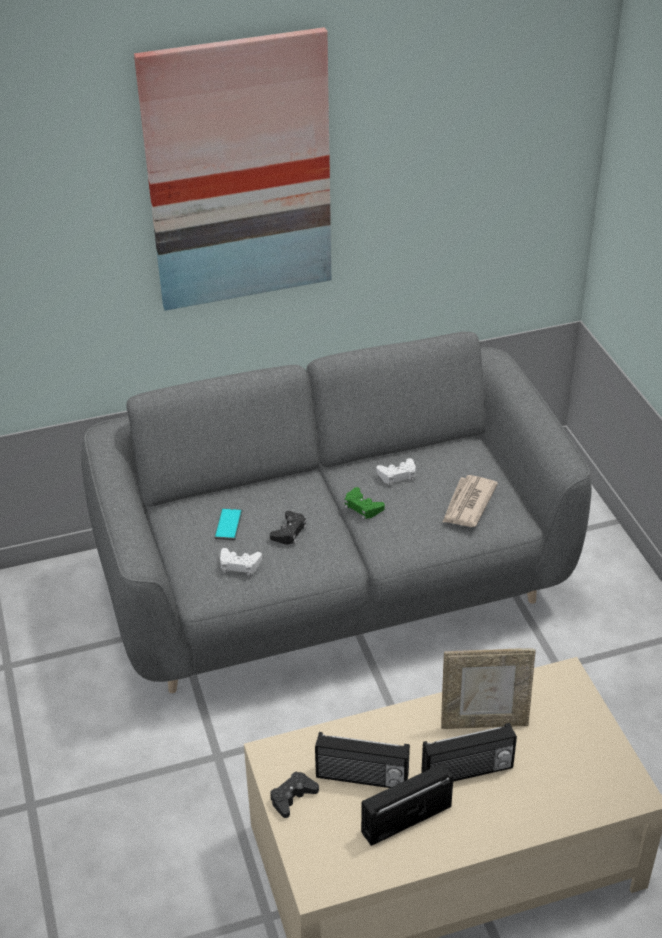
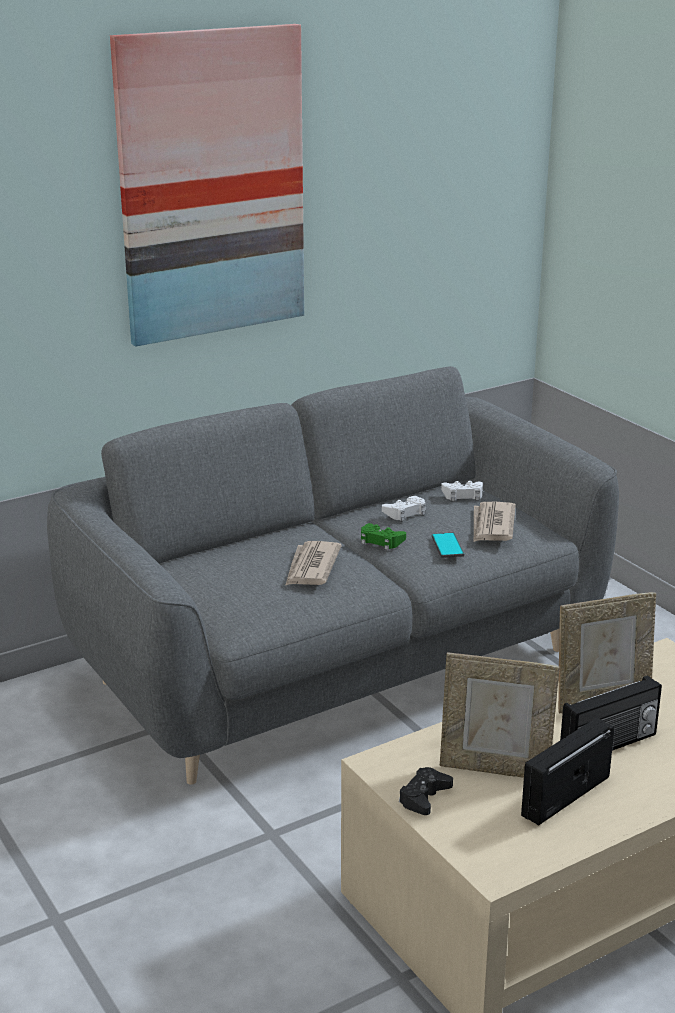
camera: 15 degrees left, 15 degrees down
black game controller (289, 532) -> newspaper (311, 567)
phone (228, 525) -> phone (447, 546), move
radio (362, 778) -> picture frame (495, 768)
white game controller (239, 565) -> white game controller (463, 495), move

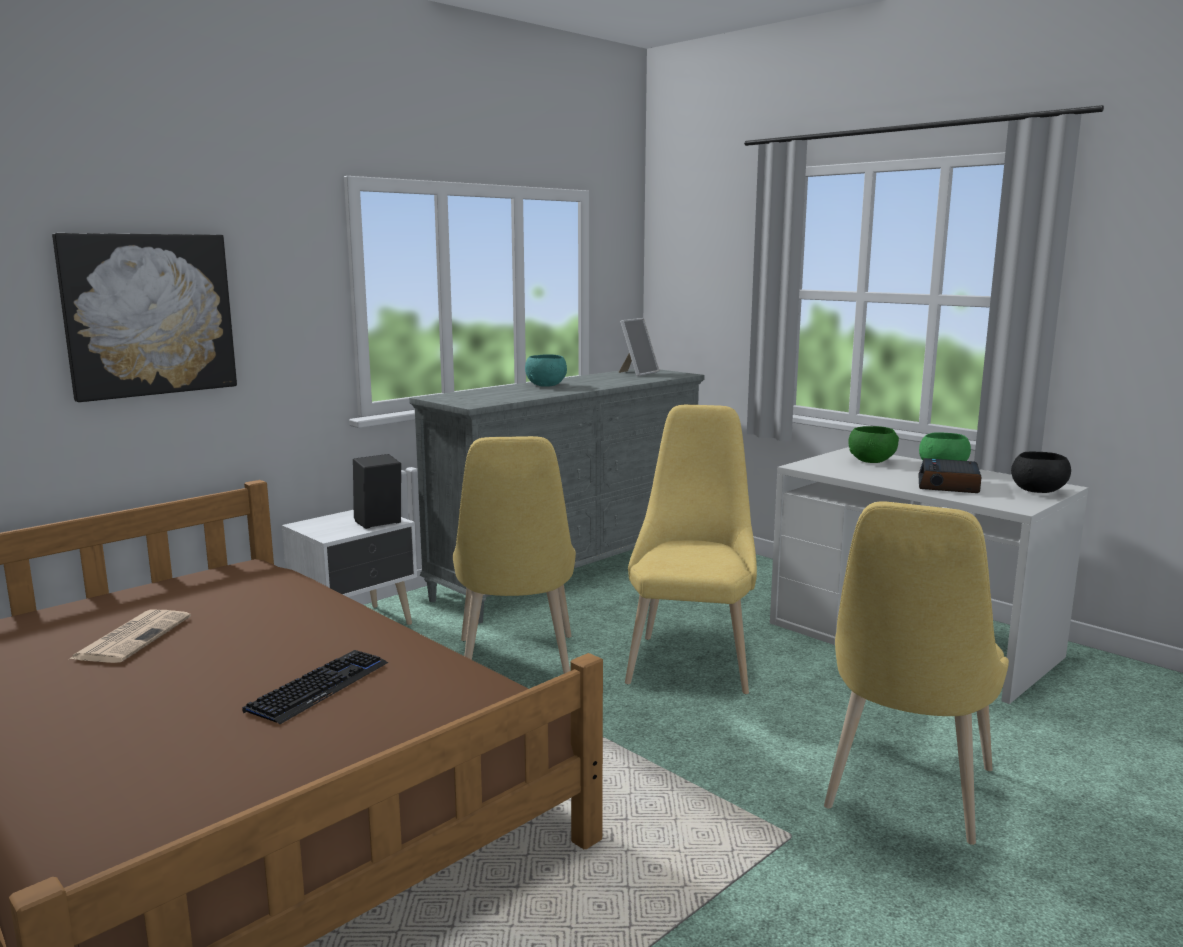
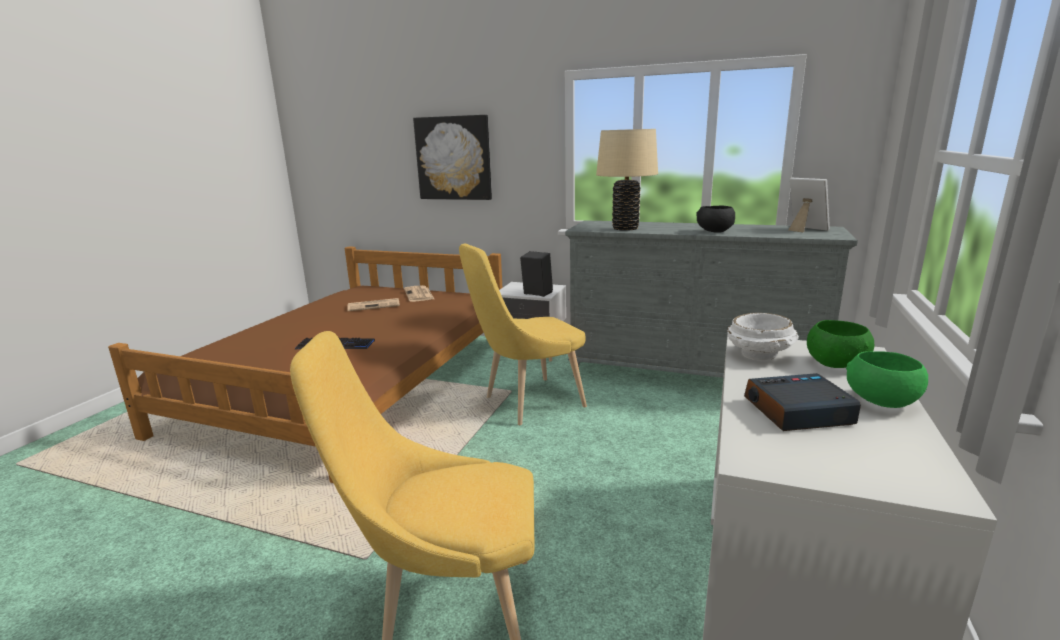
camera: 65 degrees right, 5 degrees up
none -> newspaper (419, 294)
none -> beige table lamp (625, 228)
black bowl (1038, 492) -> black bowl (714, 232), move
none -> white bowl (759, 355)
picture frame (637, 373) -> picture frame (804, 229), 135 degrees counterclockwise
turquoise bowl (546, 385) -> none
yellow chair (691, 660) -> none

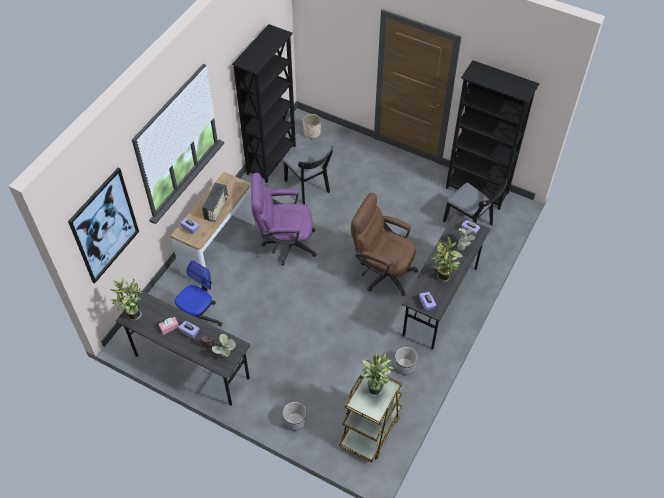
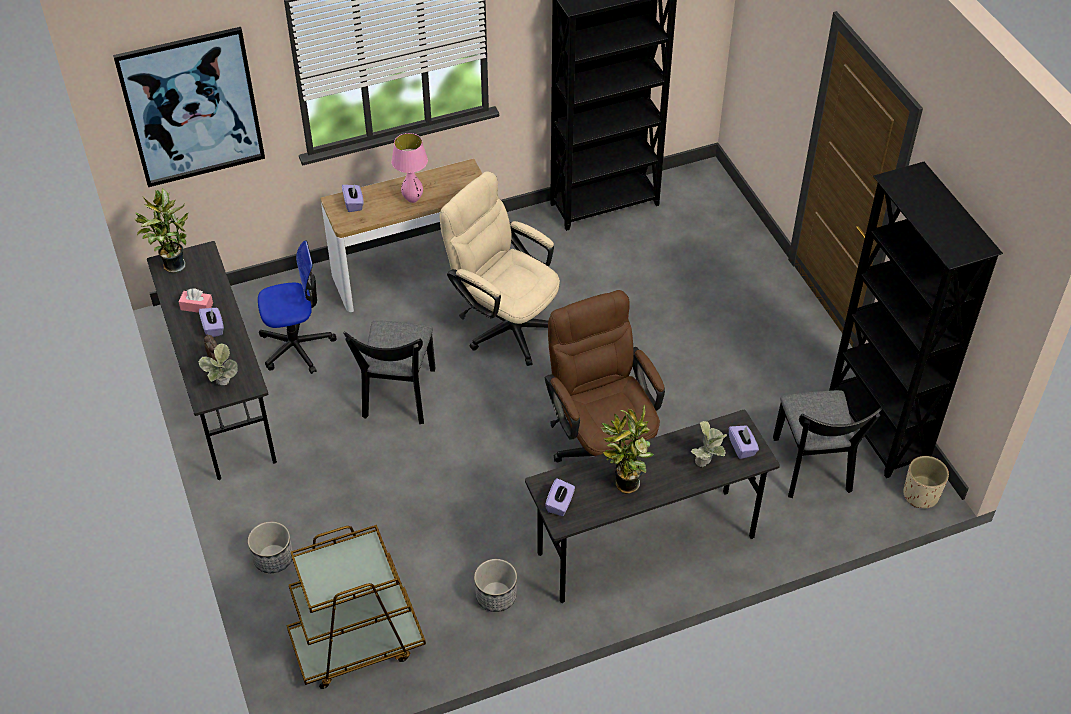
camera: 40 degrees right, 5 degrees down
black chair (308, 188) -> black chair (398, 398), move
radio (216, 209) -> pink table lamp (412, 199)
purple office chair (284, 244) -> beige office chair (505, 324)
beige planter (312, 133) -> beige planter (921, 495), move
potted plant (375, 388) -> none

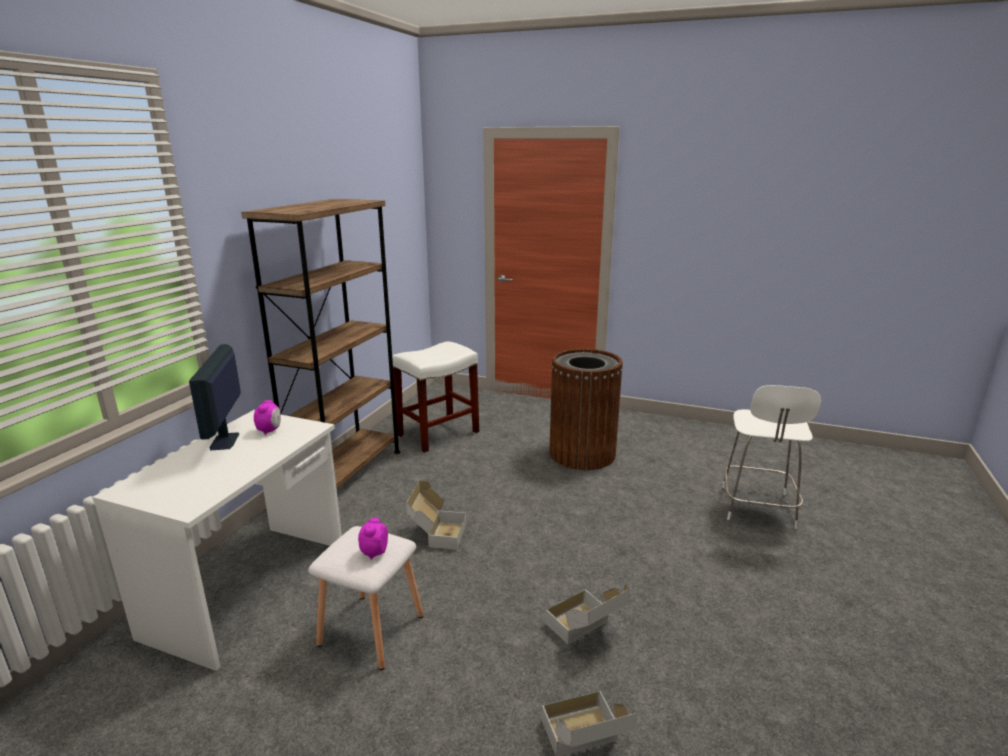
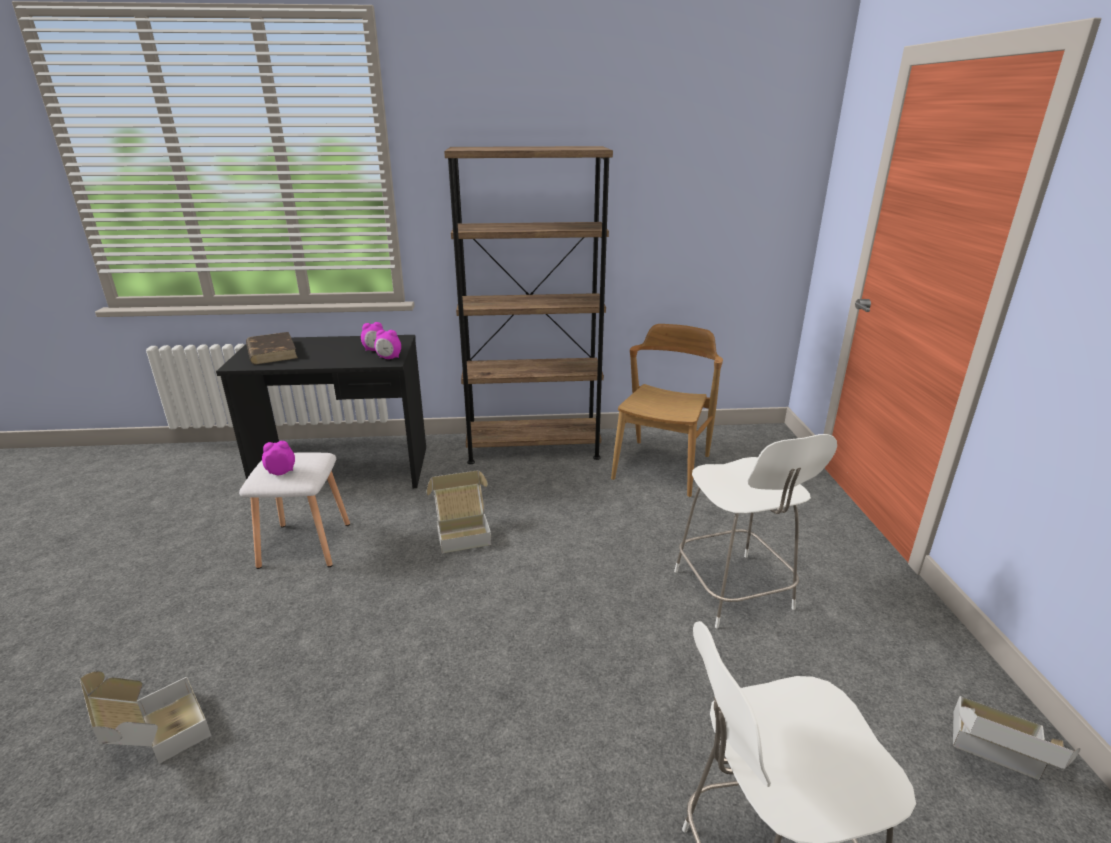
camera: 65 degrees right, 5 degrees up
white desk (251, 588) -> black desk (343, 470)
none -> brown book (271, 352)
none -> alarm clock (389, 358)
white stool (438, 433) -> brown chair (662, 467)
brown trash can (582, 454) -> white chair (734, 592)
cardboard box (586, 631) -> cardboard box (994, 759), move
monitor (224, 441) -> none

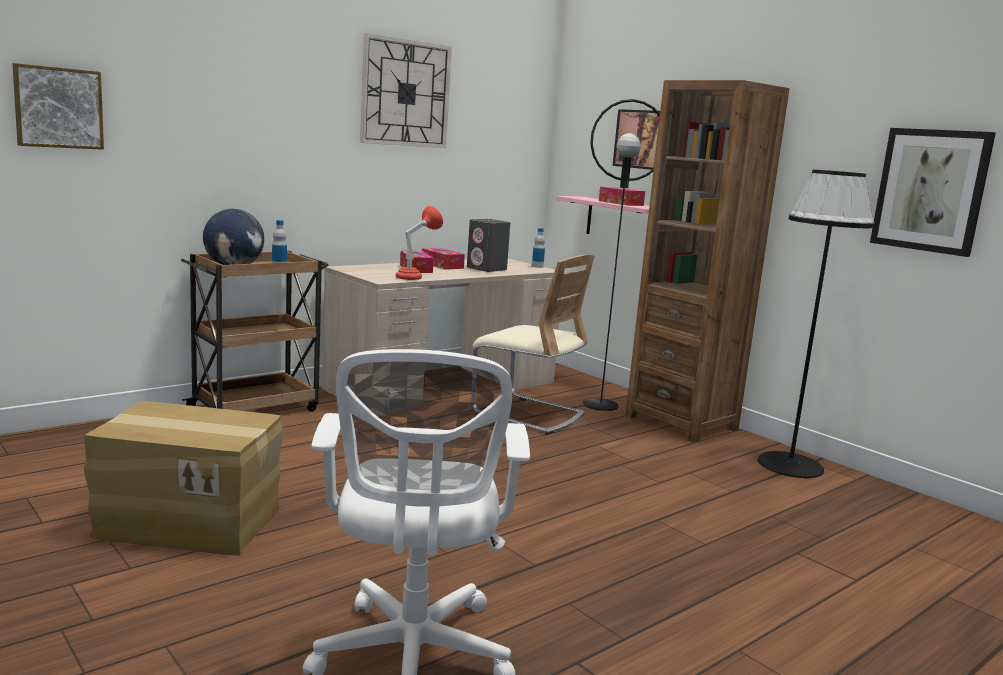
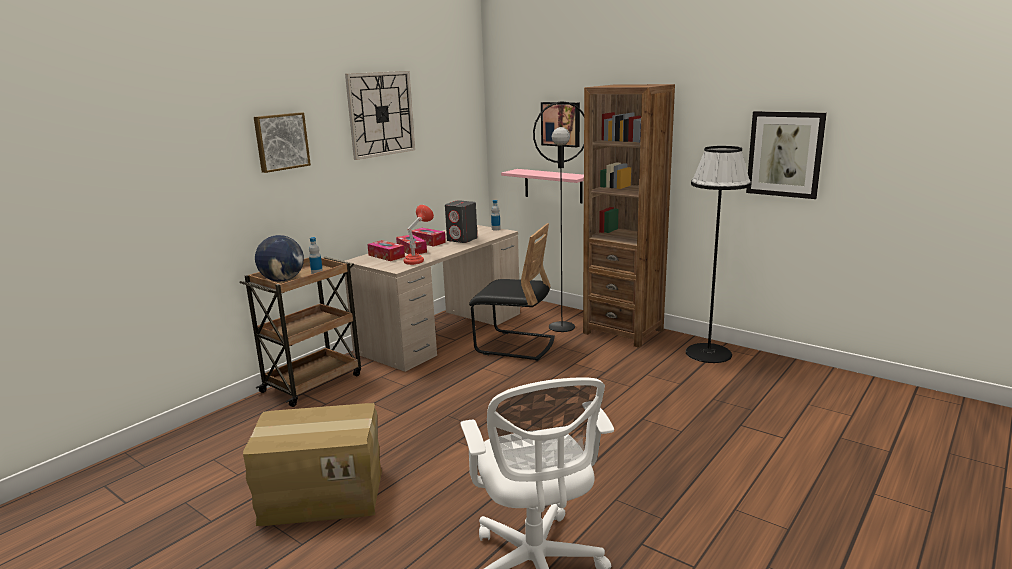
camera: 10 degrees left, 5 degrees up
picture (58, 107) -> picture (281, 141), move
tissue box (620, 203) -> tissue box (386, 256), move
beige chair (528, 414) -> black chair (515, 345)

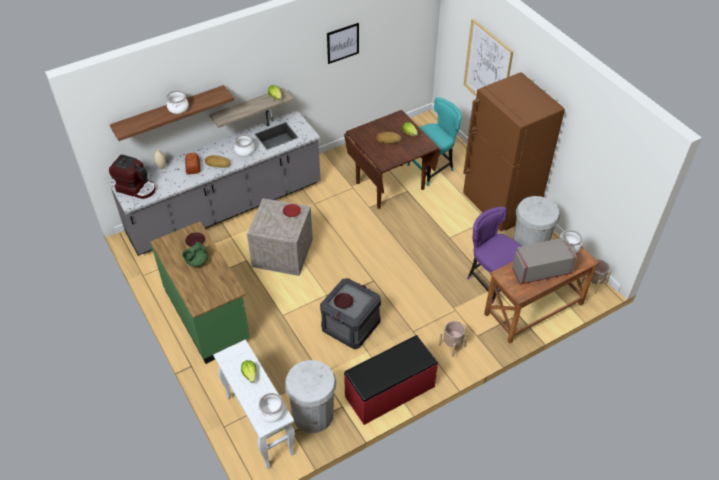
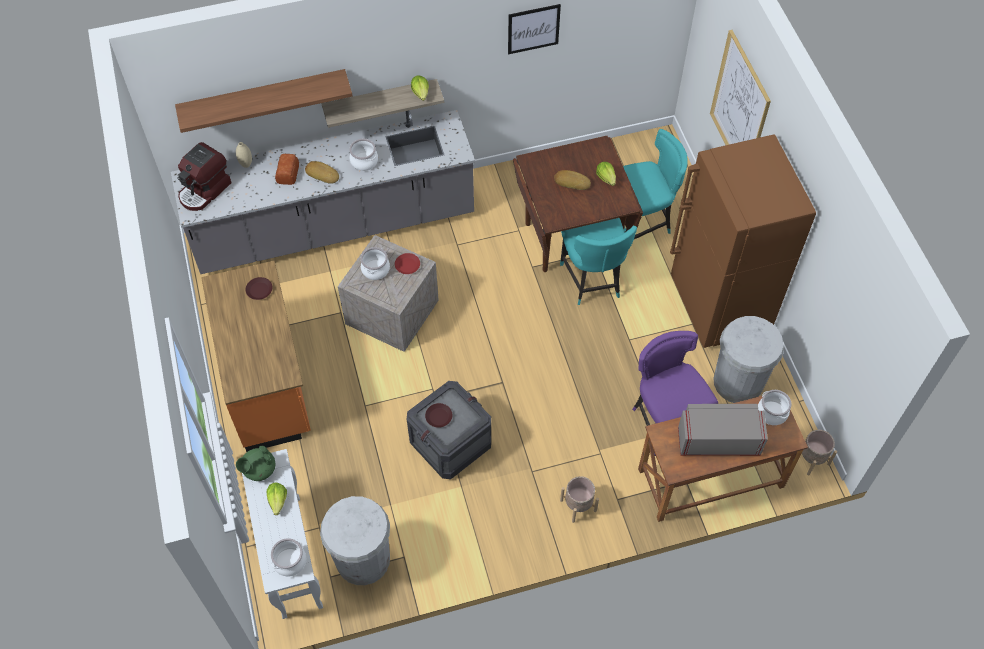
camera: 15 degrees right, 10 degrees up
coffee machine (136, 188) -> coffee machine (205, 191), 90 degrees clockwise
green counter (208, 315) -> orange counter (268, 383)
green teapot (196, 262) -> green teapot (259, 469), move
cooking pot (178, 108) -> cooking pot (376, 269), move
none -> turquoise chair (592, 281)
red bench (390, 392) -> none

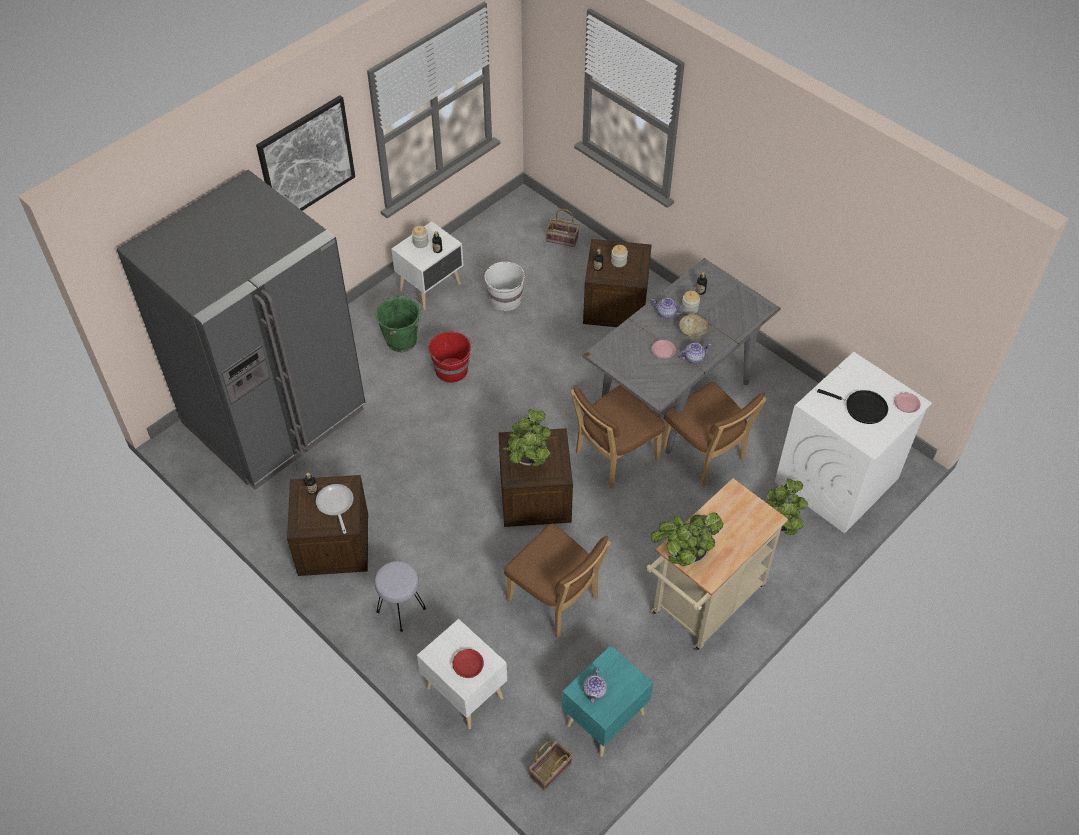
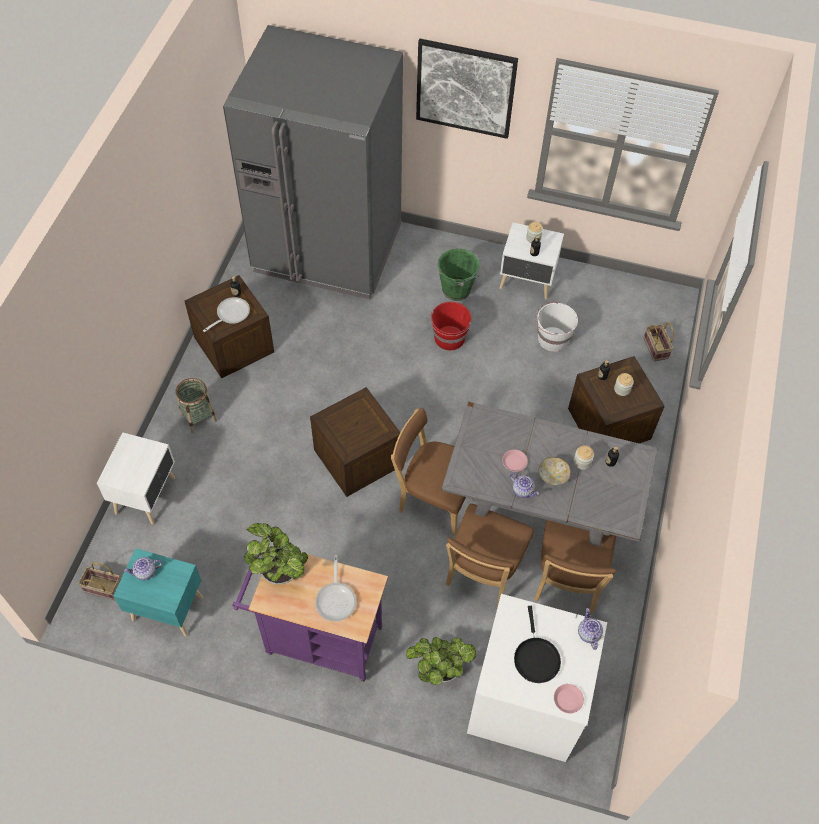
camera: 60 degrees right, 5 degrees up
grey stool (401, 609) -> basket (198, 417)
beige cart (703, 605) -> purple cart (317, 638)
none -> frying pan (336, 599)
brown chair (556, 601) -> brown chair (567, 582), move
teapot (666, 313) -> teapot (588, 633), move
red bowl (468, 667) -> none
potted plant (528, 460) -> none

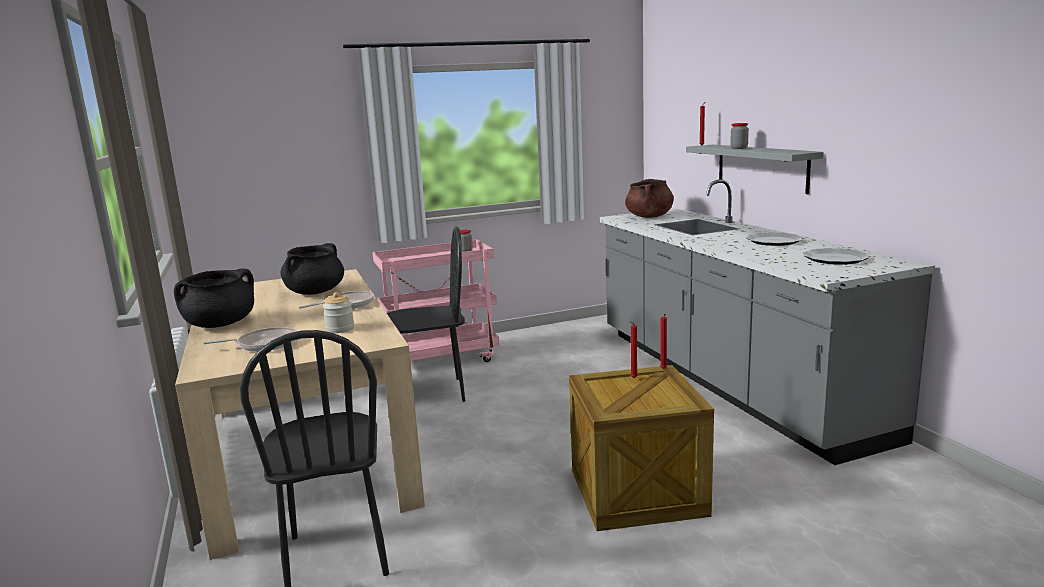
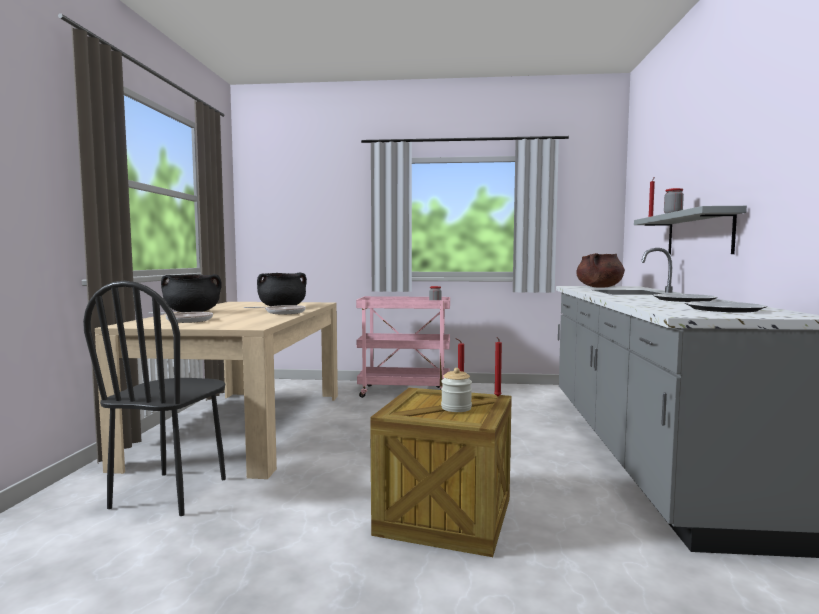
camera: 25 degrees right, 10 degrees down
jar (340, 329) -> jar (456, 408), move
black chair (431, 393) -> none

